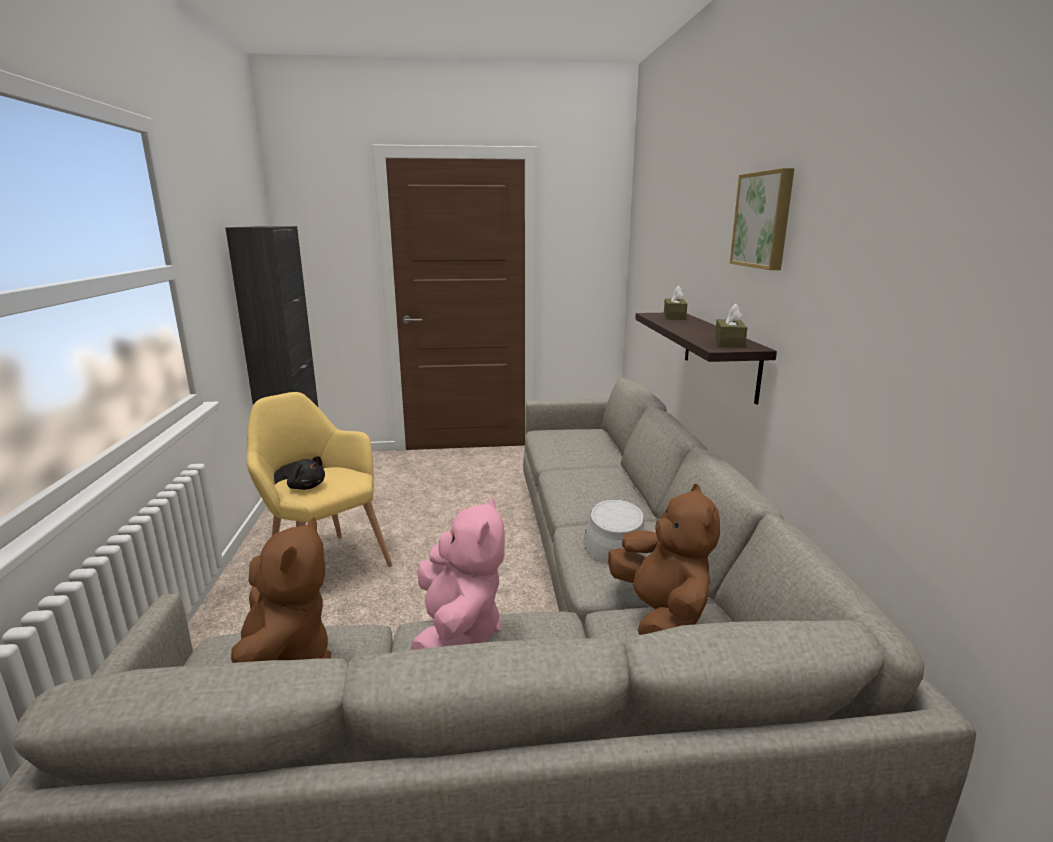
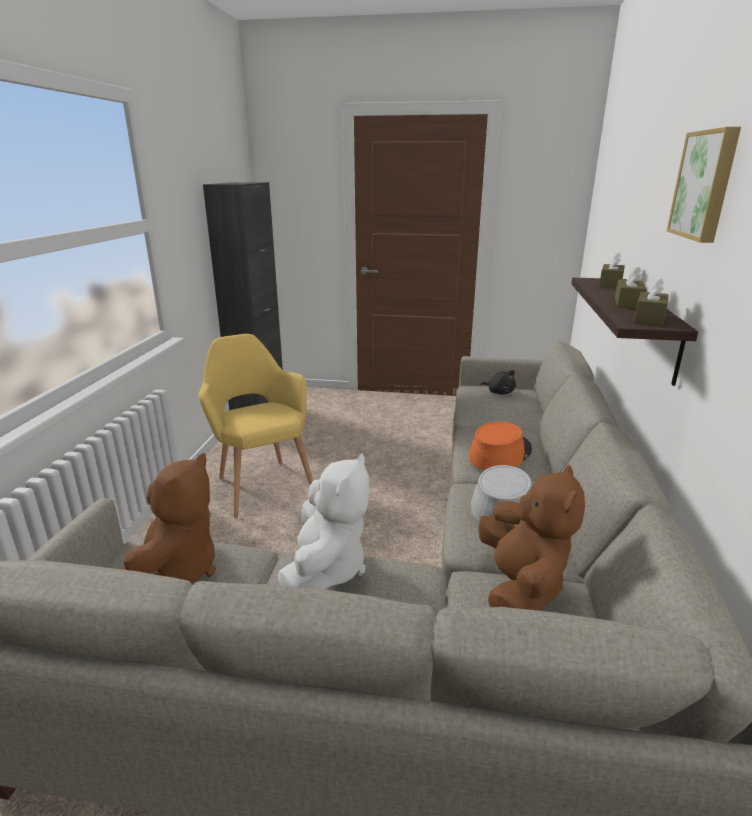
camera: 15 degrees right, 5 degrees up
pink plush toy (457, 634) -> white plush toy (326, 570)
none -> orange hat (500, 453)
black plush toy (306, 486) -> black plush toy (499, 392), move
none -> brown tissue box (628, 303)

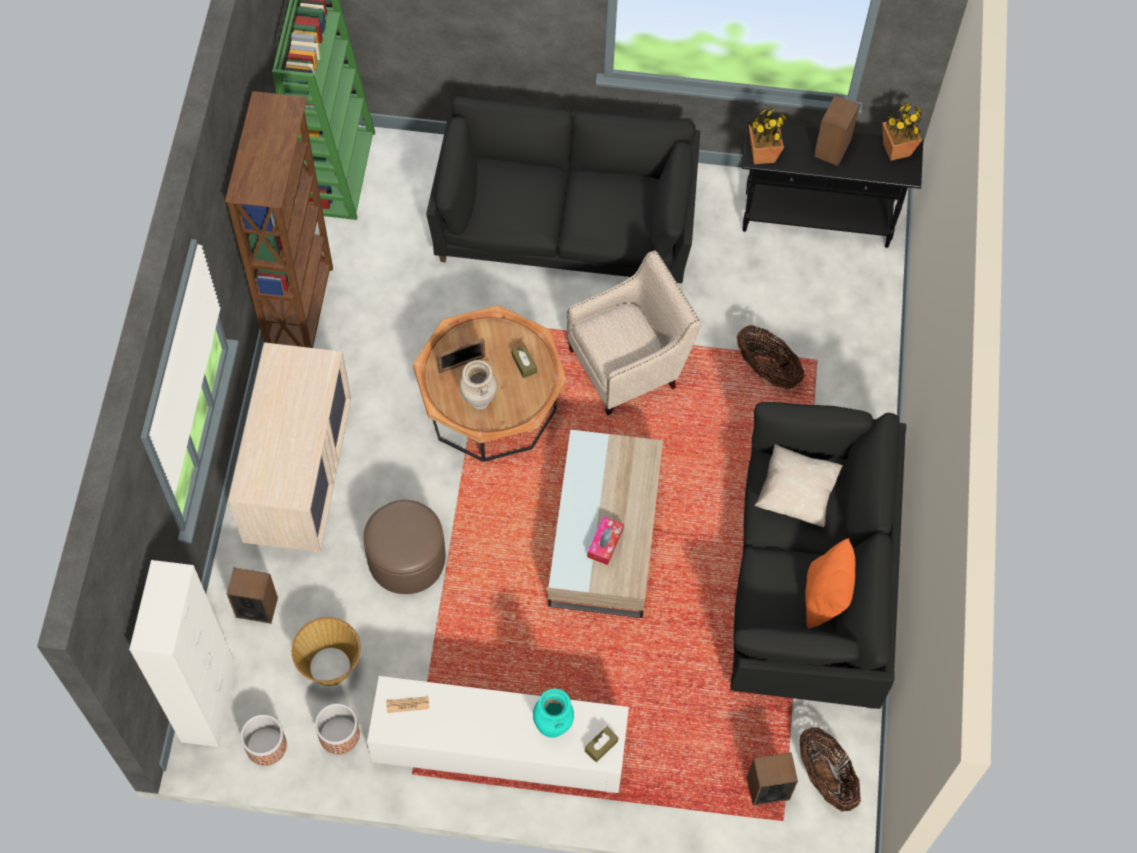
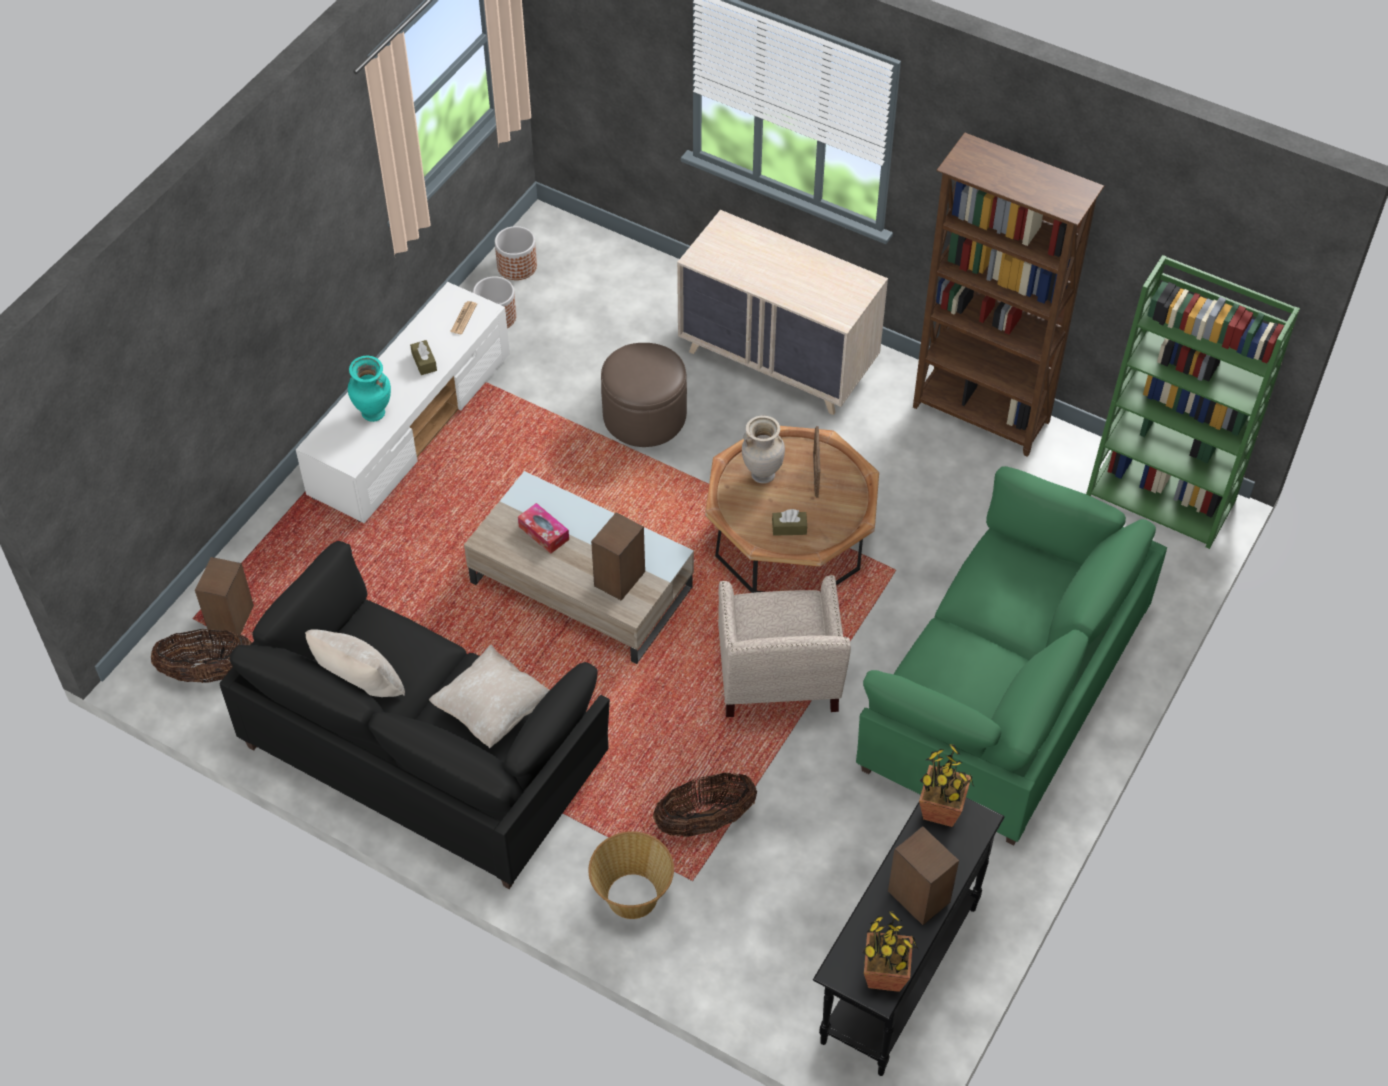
camera: 115 degrees right, 10 degrees down
orange pillow (825, 596) -> beige pillow (360, 686)
brown tissue box (601, 746) -> brown tissue box (424, 362), move
basket (331, 666) -> basket (632, 897), move
speaker (256, 607) -> speaker (620, 579), move
black sofa (565, 224) -> green sofa (1002, 691)
white cabinet (209, 704) -> none

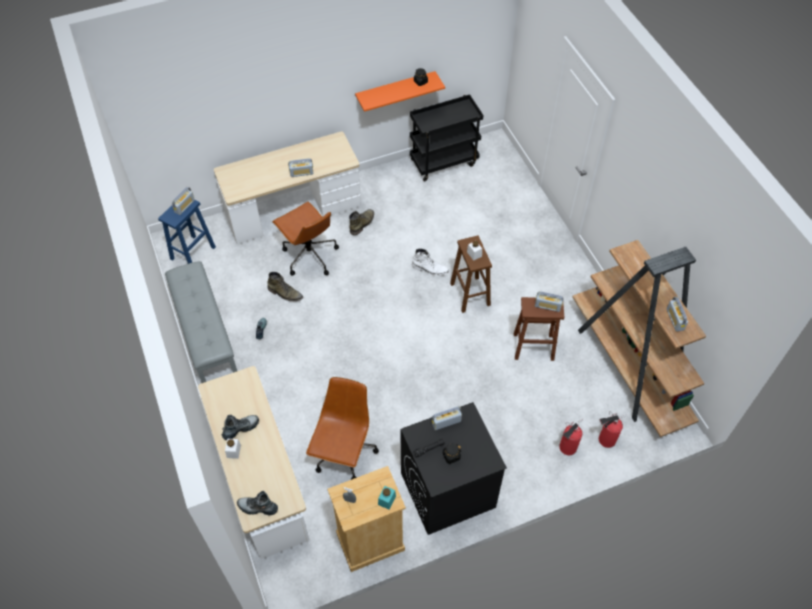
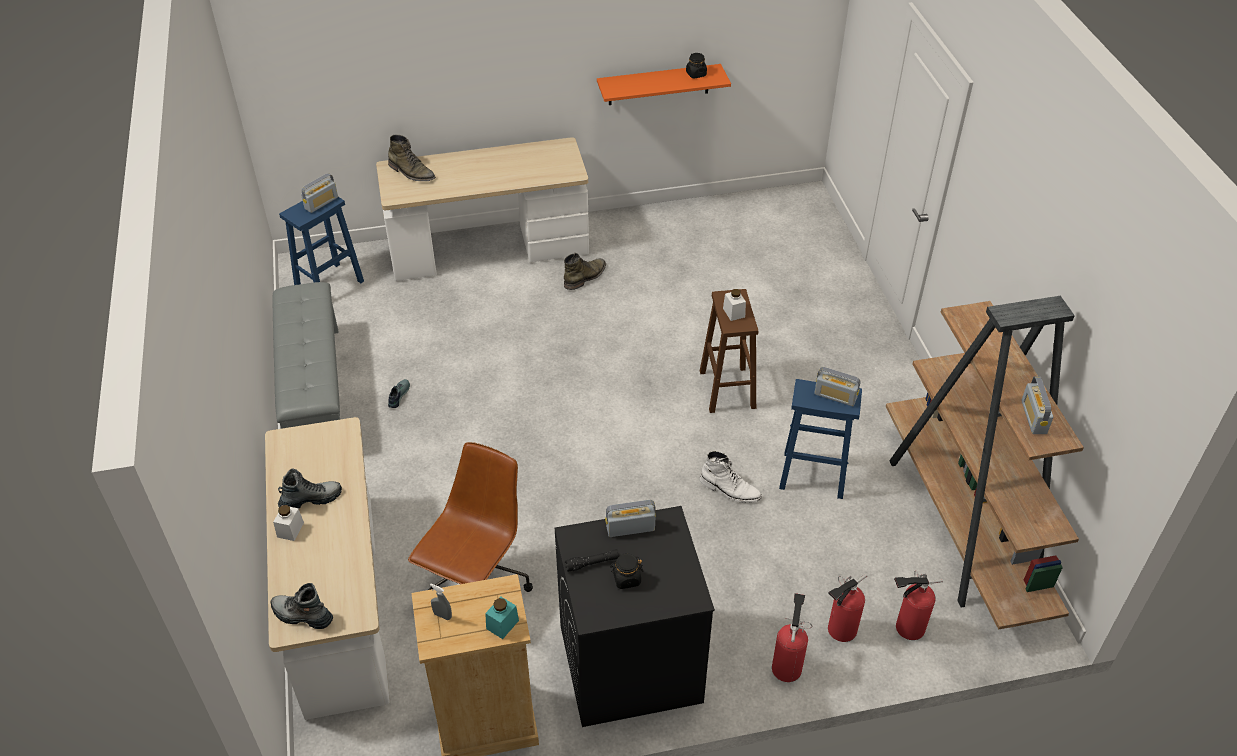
camera: 10 degrees right, 10 degrees down
green boot (285, 293) -> green boot (411, 172), move
white boot (430, 269) -> white boot (730, 490), move
none -> fire extinguisher (787, 665)
brown stool (534, 347) -> blue stool (814, 475)
brown office chair (309, 256) -> none
radio (301, 173) -> none
black cart (444, 161) -> none

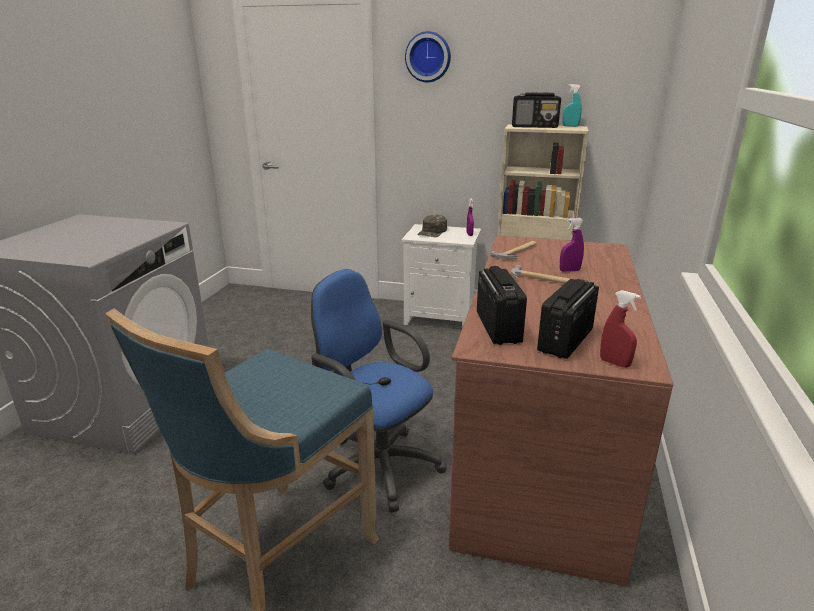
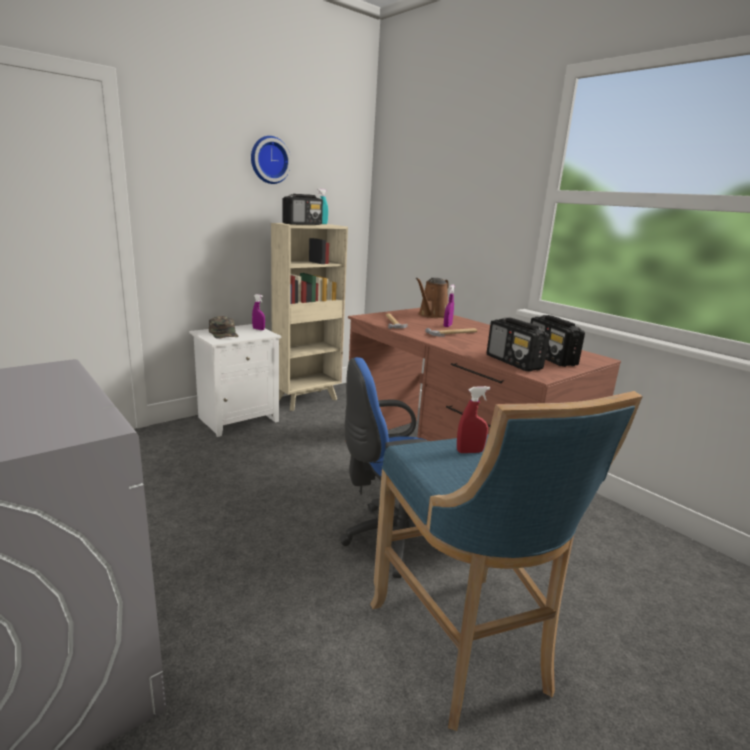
camera: 55 degrees left, 5 degrees down
wall clock (428, 57) -> wall clock (269, 160), move
none -> brown watering can (432, 315)
red spray bottle (614, 363) -> red spray bottle (469, 451), move
radio (498, 327) -> radio (514, 362), 150 degrees counterclockwise

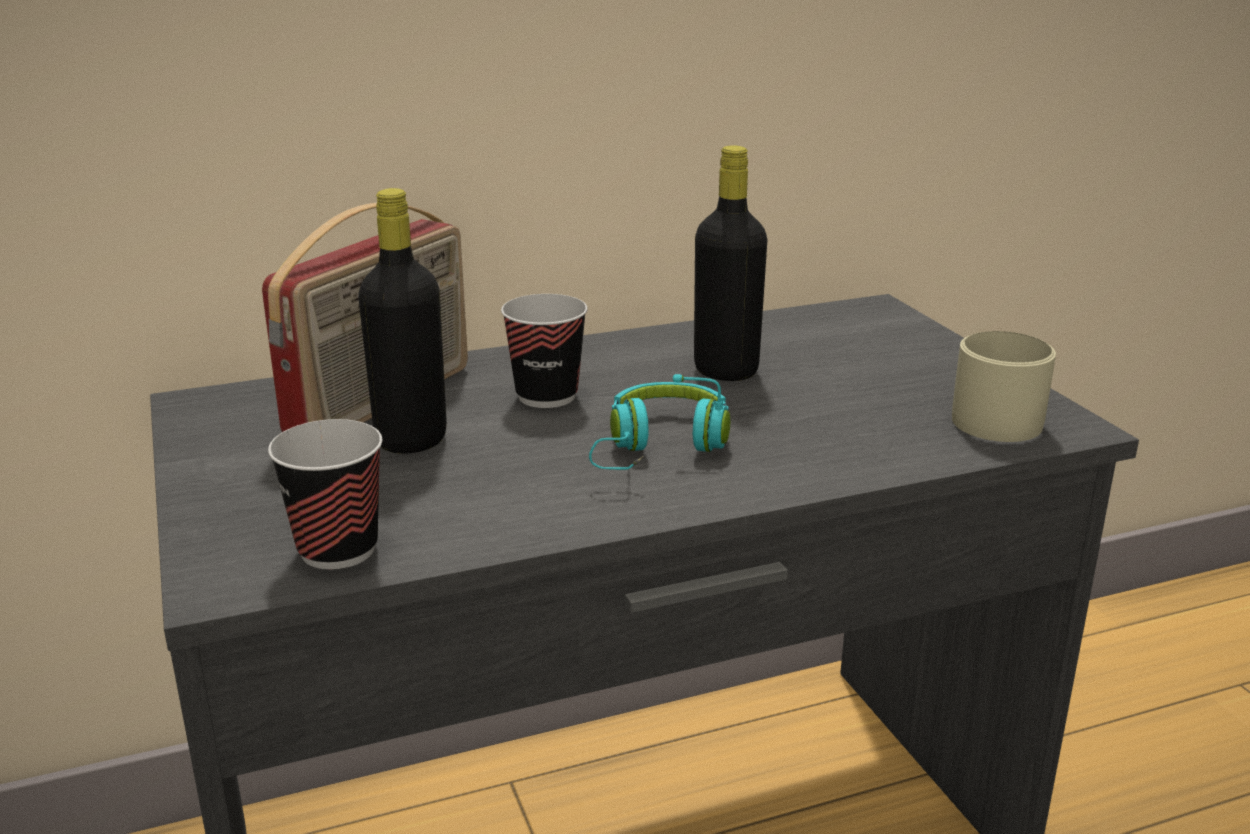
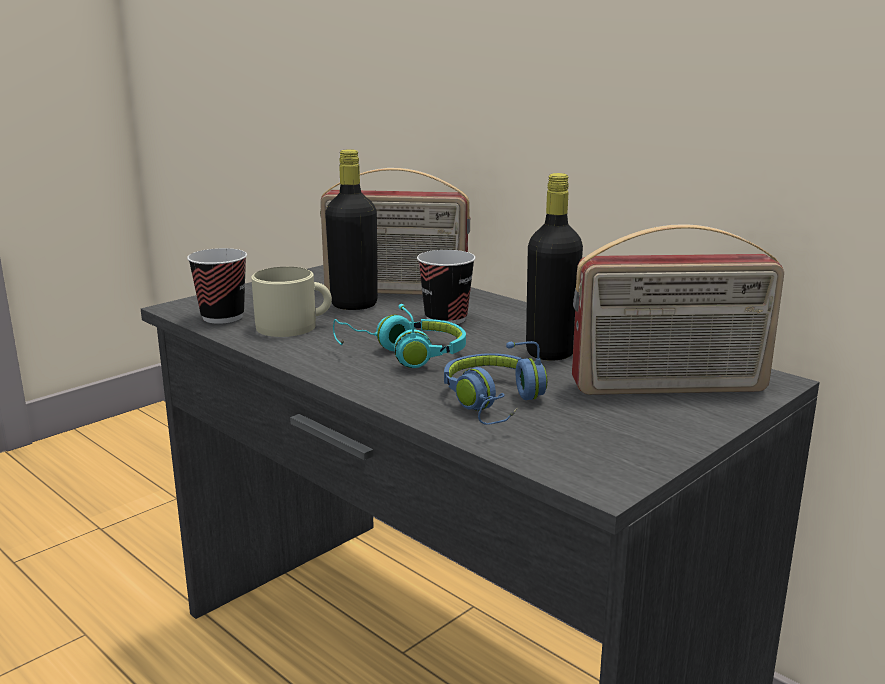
camera: 65 degrees right, 5 degrees down
beige mug (996, 417) -> beige mug (294, 326), move
none -> blue headphones (495, 403)
none -> radio (669, 388)

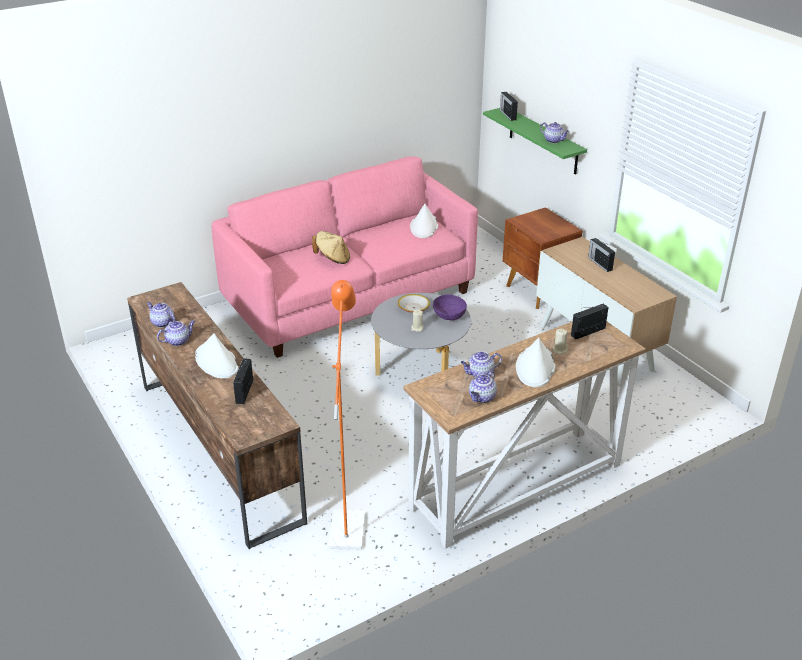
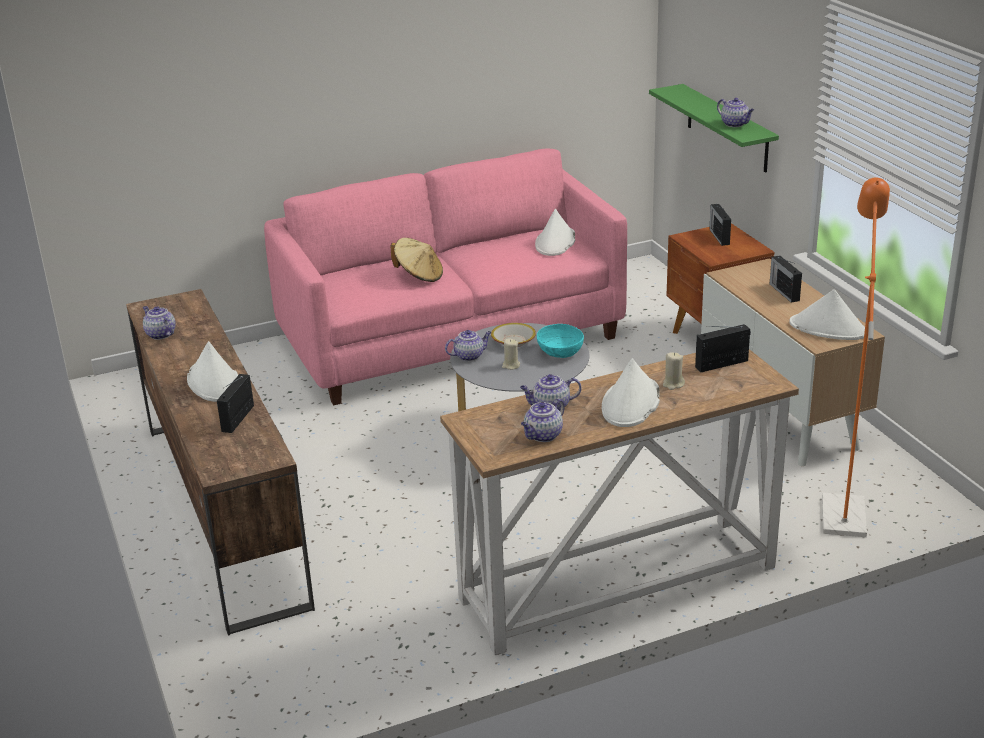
camera: 10 degrees right, 5 degrees down
teapot (178, 341) -> teapot (469, 356), move
purple bowl (449, 315) -> turquoise bowl (560, 352)
radio (508, 115) -> radio (719, 236), move
none -> white hat (829, 328)
orange floor lamp (348, 522) -> orange floor lamp (842, 508), move

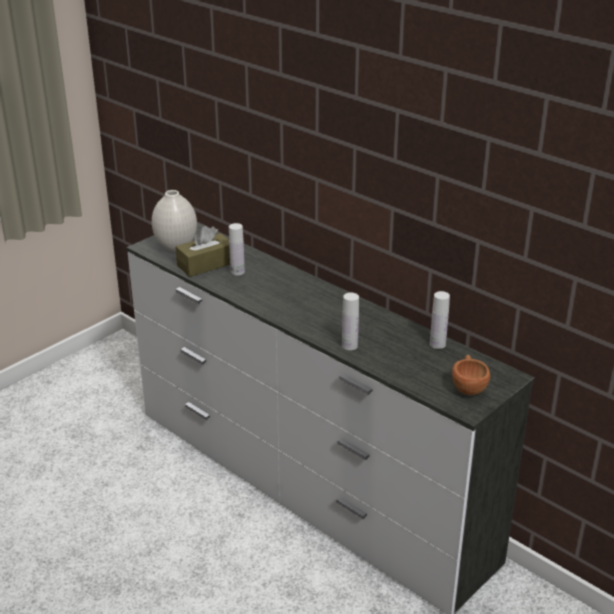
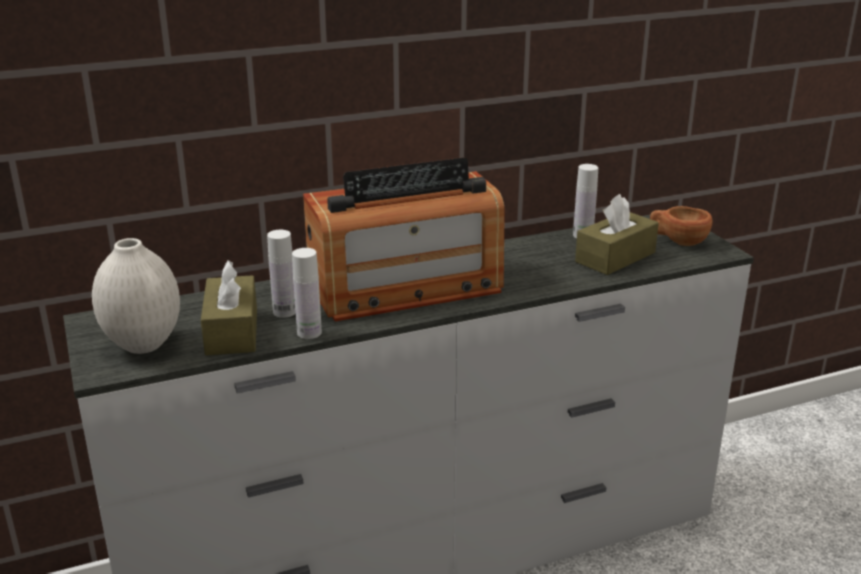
camera: 65 degrees left, 5 degrees down
white bottle (349, 345) -> white bottle (309, 333), move
none -> radio (405, 287)
none -> brown tissue box (615, 257)

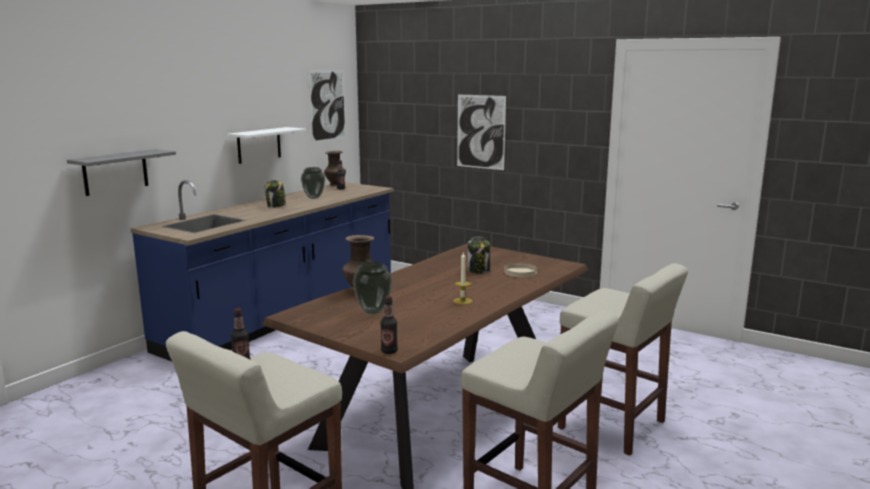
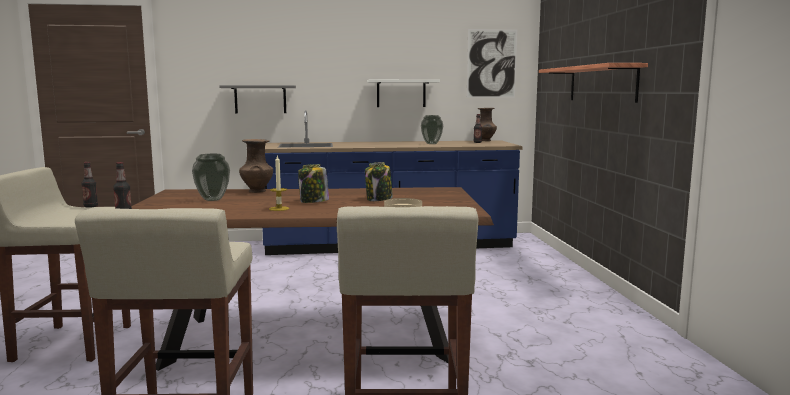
camera: 50 degrees right, 5 degrees down
jar (276, 206) -> jar (314, 202), move
picture (480, 132) -> shelf (601, 84)

